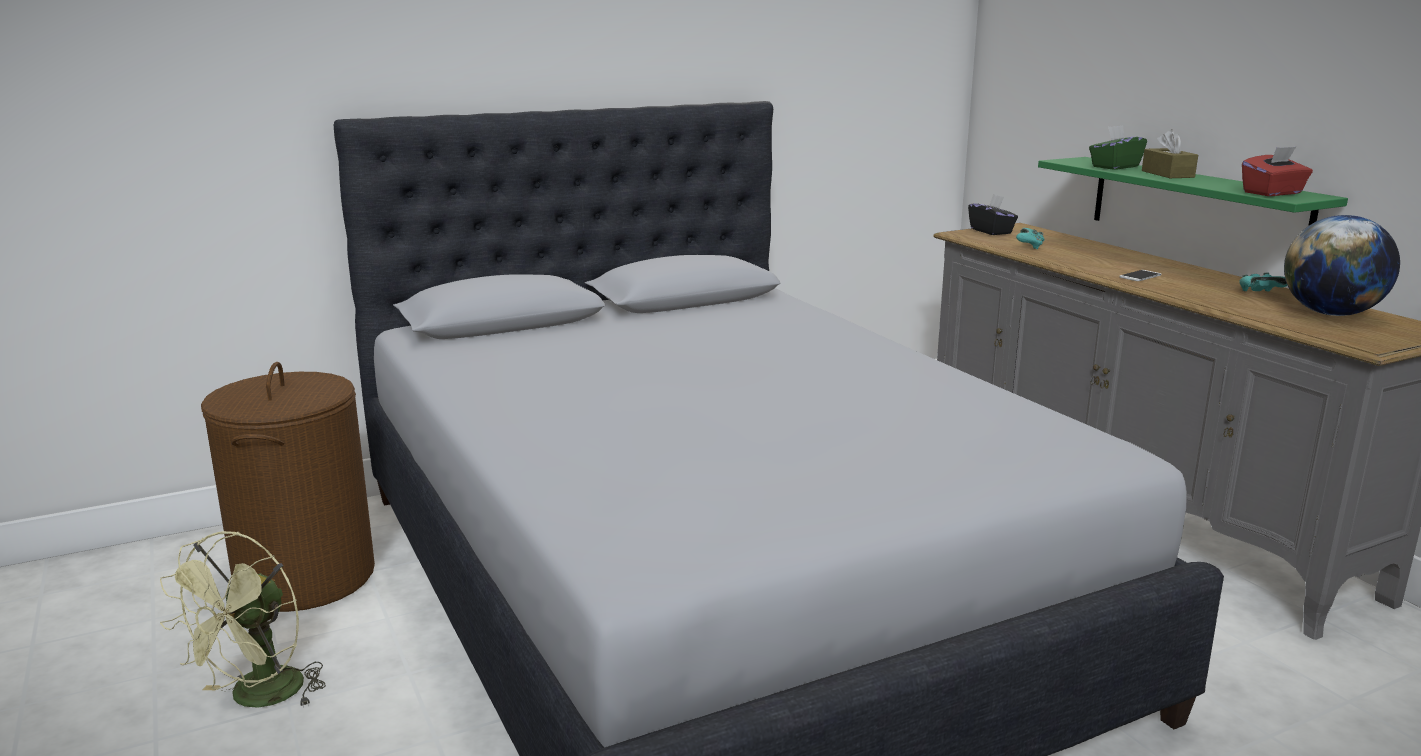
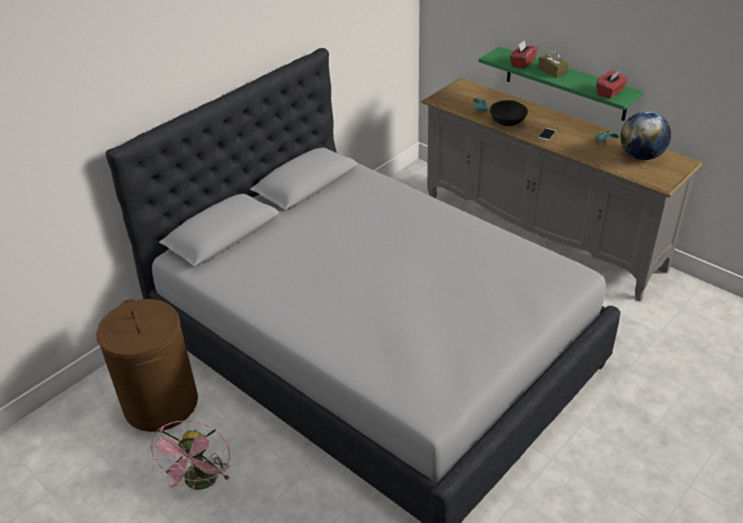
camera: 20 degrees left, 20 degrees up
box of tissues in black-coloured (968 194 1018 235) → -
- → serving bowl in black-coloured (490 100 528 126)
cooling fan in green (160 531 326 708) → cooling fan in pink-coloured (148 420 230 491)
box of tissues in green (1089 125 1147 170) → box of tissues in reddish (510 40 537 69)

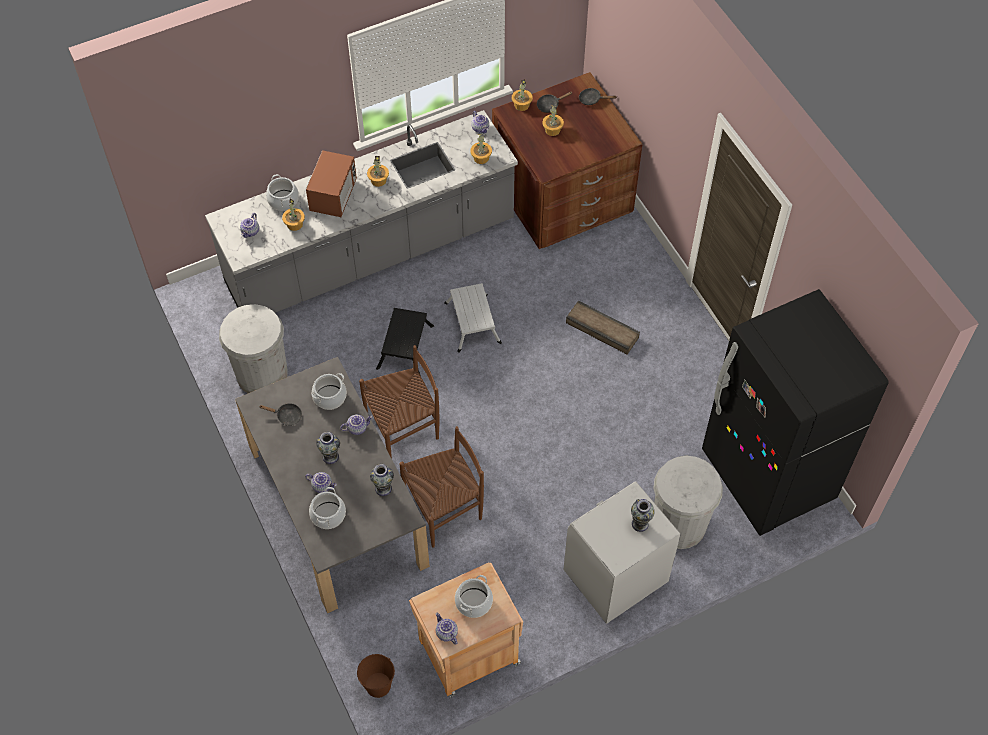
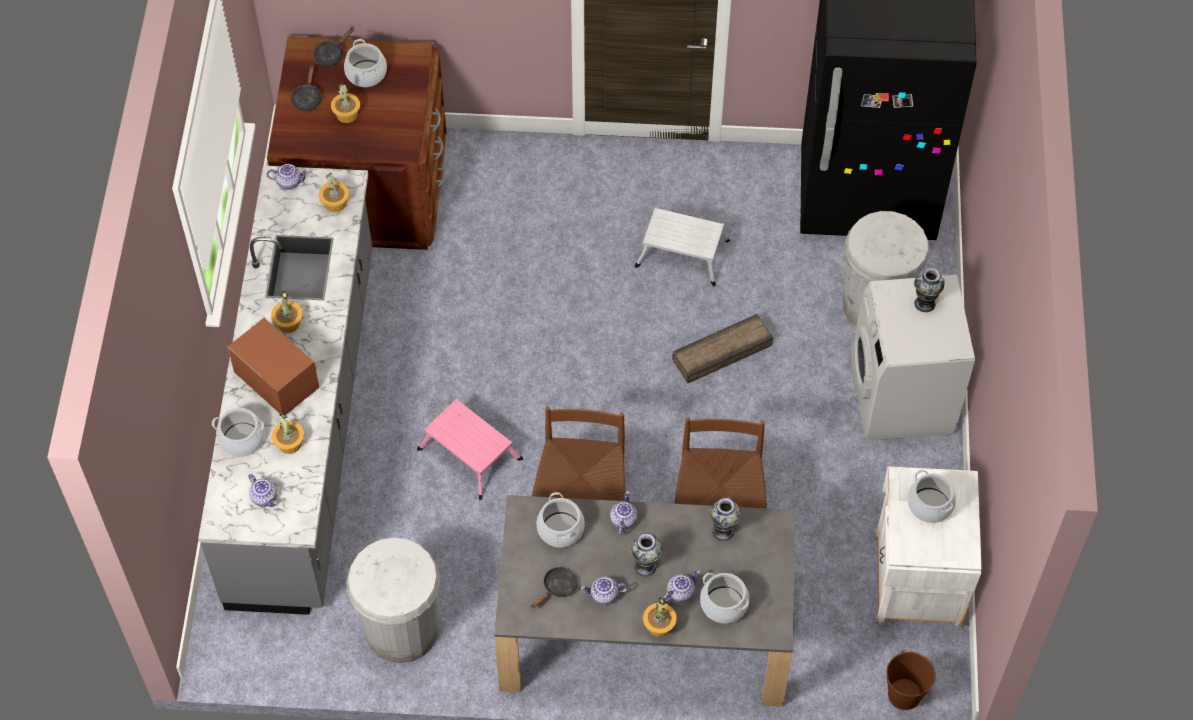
camera: 60 degrees left, 0 degrees up
- → stockpot (344 39 387 87)
tea pot (436 613 458 645) → tea pot (581 576 628 605), moved
step ladder in white (445 283 502 352) → step ladder in white (635 207 730 287), moved
plant in a pot (512 79 533 111) → plant in a pot (643 597 677 637), moved
packing crate (566 301 640 354) → packing crate (672 314 773 383), moved
step ladder in black-coloured (376 308 434 376) → step ladder in pink-coloured (417 399 523 500)
wheeled cart in brown (409 562 523 698) → wheeled cart in white (875 466 982 629)

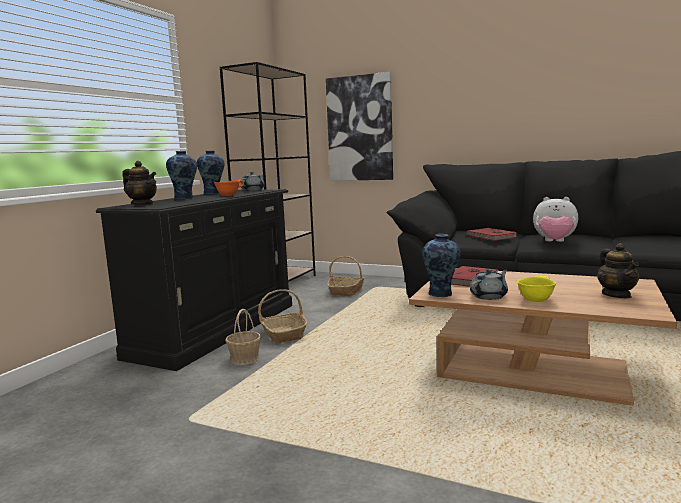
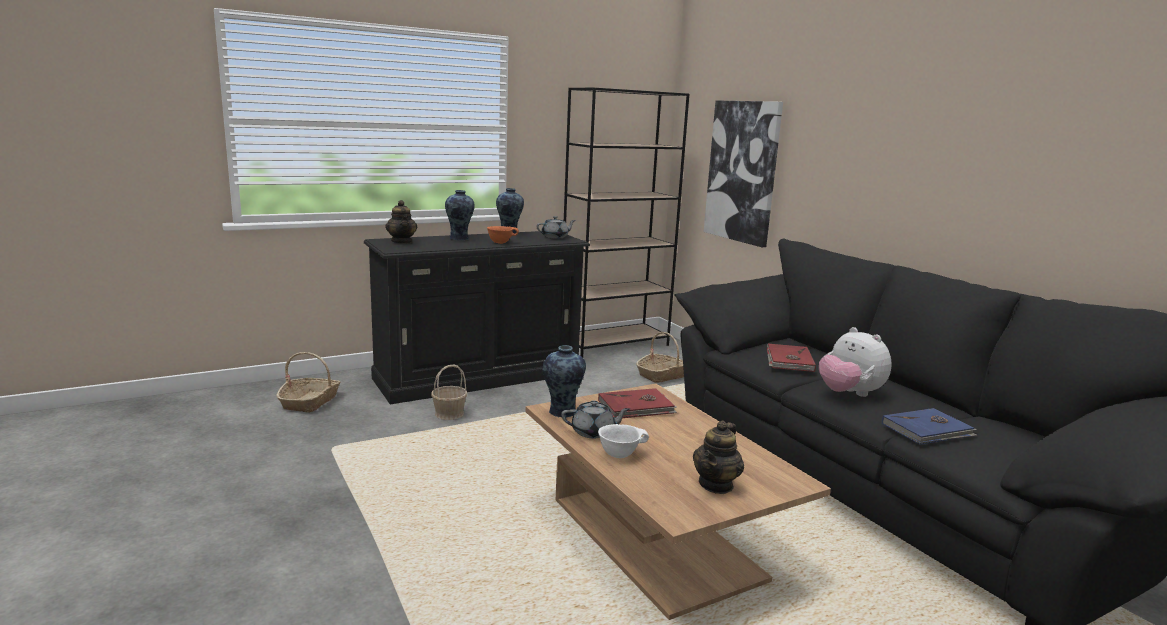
camera: 35 degrees right, 5 degrees up
- → book in blue-coloured (882 408 977 445)
storage basket (258 289 307 343) → storage basket (276 352 340 413), moved
serving bowl in yellow-coloured (517 276 556 302) → serving bowl in white (598 424 649 458)

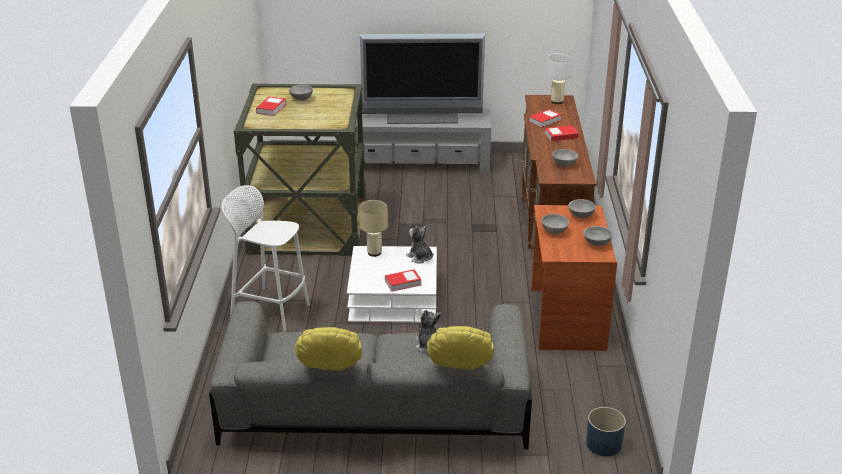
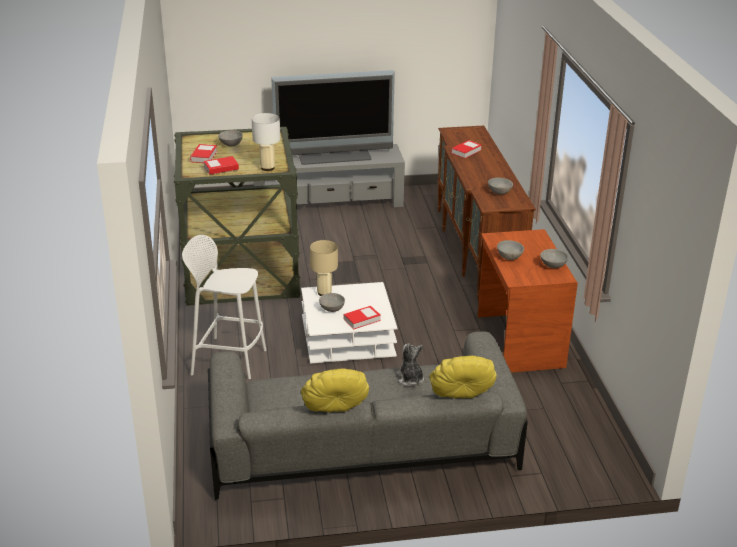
camera: 10 degrees left, 0 degrees up
plush toy (406 226 433 264) → -
flower pot in blue-coloured (586 407 626 457) → -
book (545 125 579 141) → book (204 156 239 175), moved
tabletop lamp in white (547 53 573 104) → tabletop lamp in white (252 113 280 171), moved
serving bowl in greyish (568 199 596 218) → serving bowl in greyish (319 293 345 312), moved

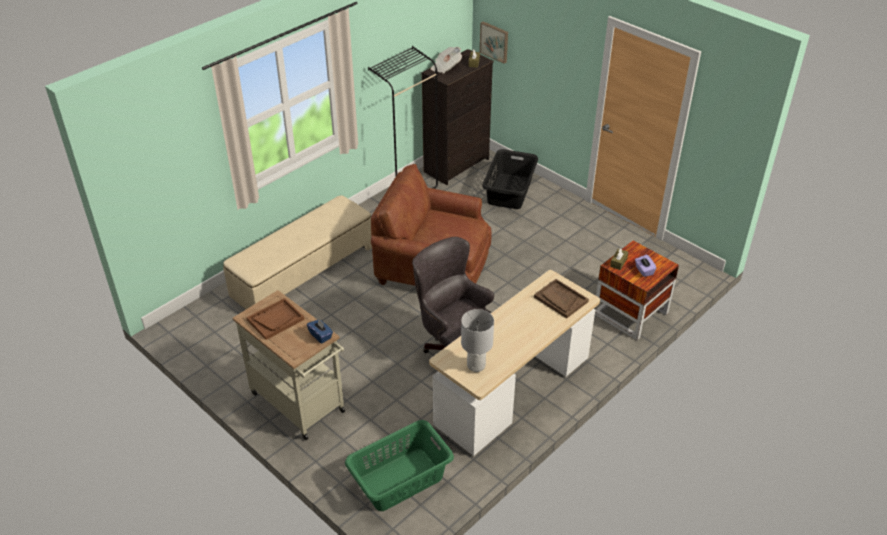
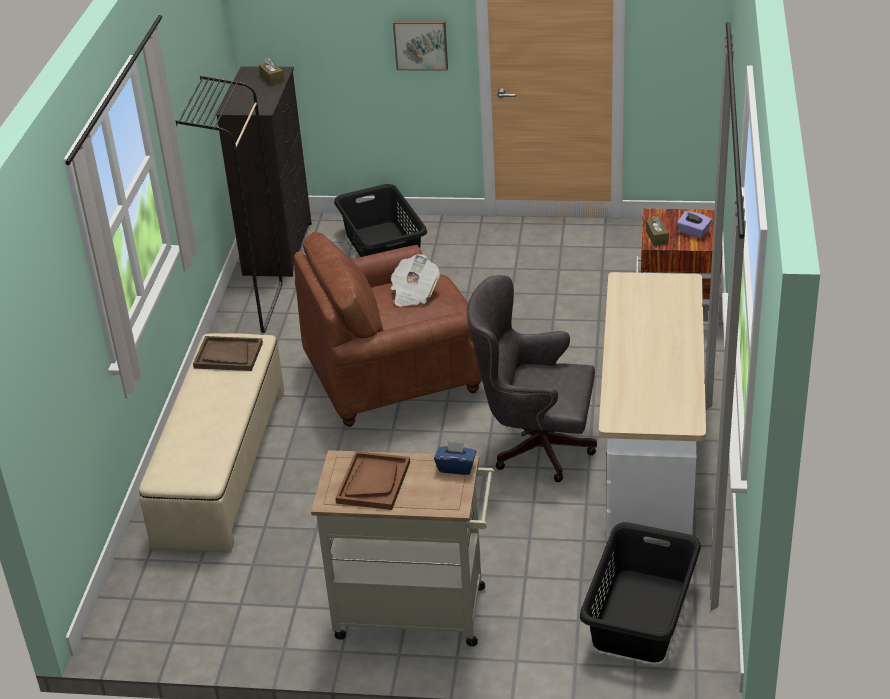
camera: 35 degrees left, 5 degrees down
tabletop lamp in greyish (461 309 494 372) → -
printed paper (431 47 462 73) → printed paper (391 254 440 307), moved
wall art (480 21 508 64) → wall art (393 20 448 71), moved
serving tray in brown (534 279 589 319) → serving tray in brown (193 336 263 371), moved
hamper in green (345 420 454 511) → hamper in black-coloured (580 522 701 663)

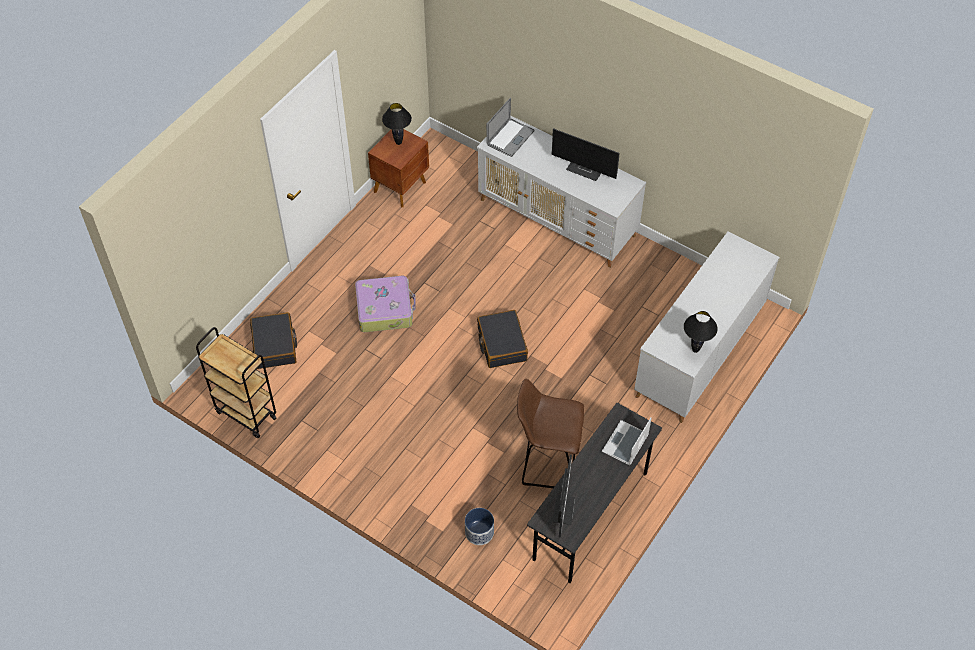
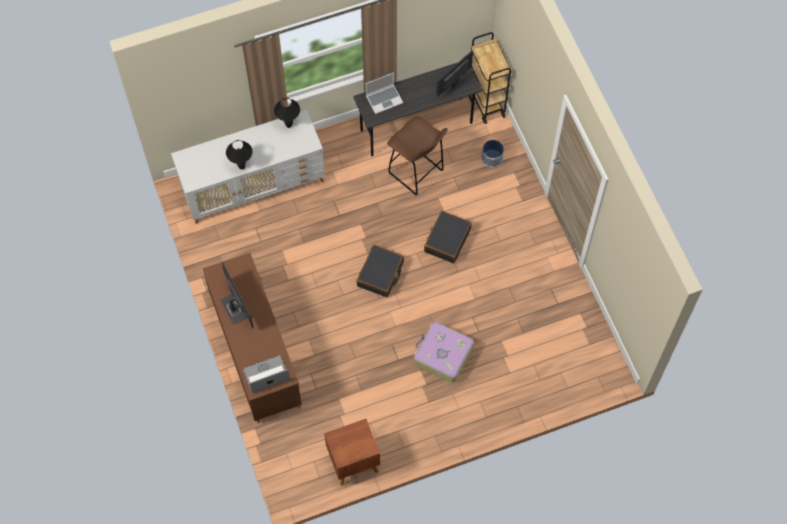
camera: 145 degrees left, 10 degrees up
wheeled cart in brown (196 327 277 438) → wheeled cart in brown (471 32 512 124), moved
piece of luggage in black-coloured (250 312 297 369) → piece of luggage in black-coloured (424 211 472 264), moved
tabletop lamp in black-coloured (382 103 412 145) → tabletop lamp in black-coloured (226 140 252 170), moved
drawer chest in white (477 116 646 268) → drawer chest in brown (202 253 302 423)

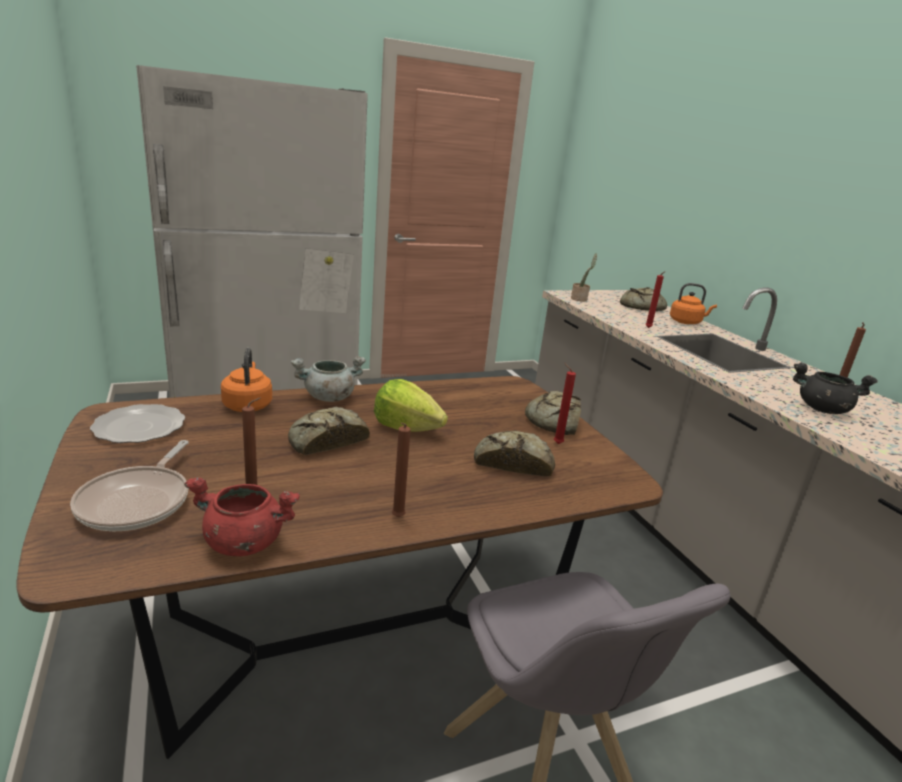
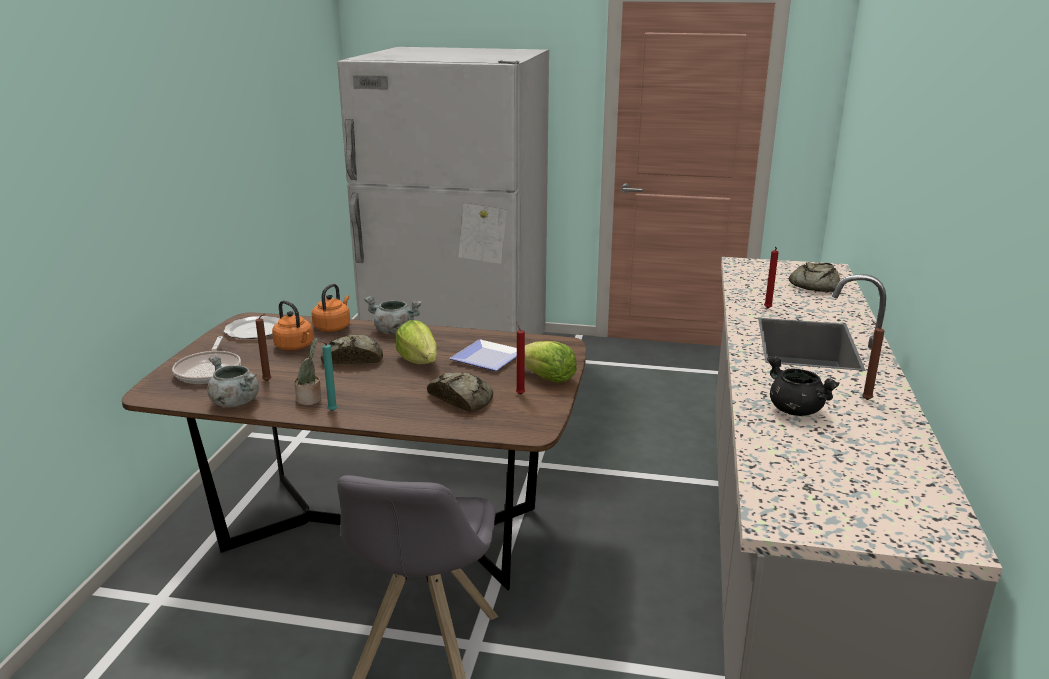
camera: 35 degrees right, 0 degrees up
- → plate (449 339 517 371)
plant in a pot (571 253 597 301) → plant in a pot (294 338 321 405), moved
kettle in orangey (670 283 717 324) → kettle in orangey (272 300 313 350), moved
bread (525 391 581 435) → lettuce head (525 341 577 383)
stockpot in reddish (184 478 300 556) → stockpot in greyish (207 356 259 407)
candle in brown (392 423 411 517) → candle in turquoise-coloured (319 341 337 411)
pan (70 440 189 531) → pan (172 336 241 384), 45 degrees counterclockwise

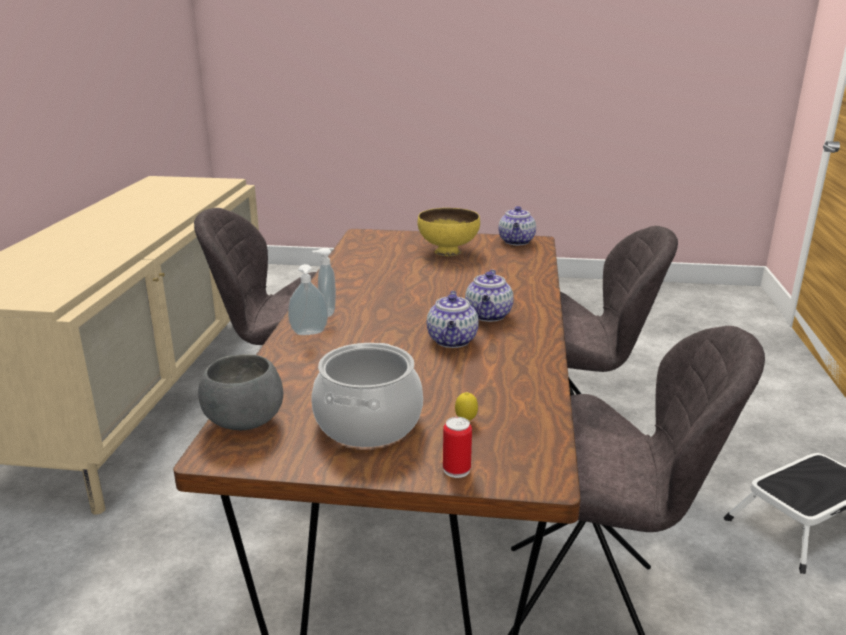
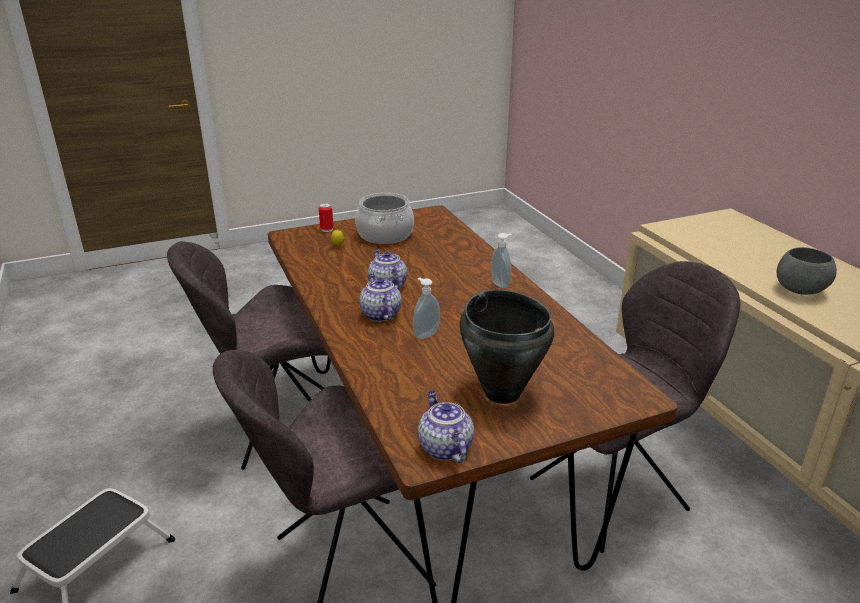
camera: 150 degrees right, 5 degrees up
serving bowl in greyish (198 354 283 430) → serving bowl in greyish (777 247 837 295), moved
soap dispenser (288 264 328 335) → soap dispenser (413 277 440 339), moved
serving bowl in yellow-coloured (418 208 480 256) → stockpot in black-coloured (460 290 554 404)

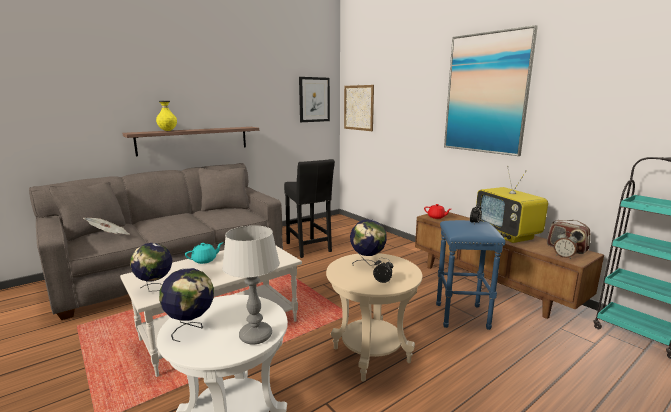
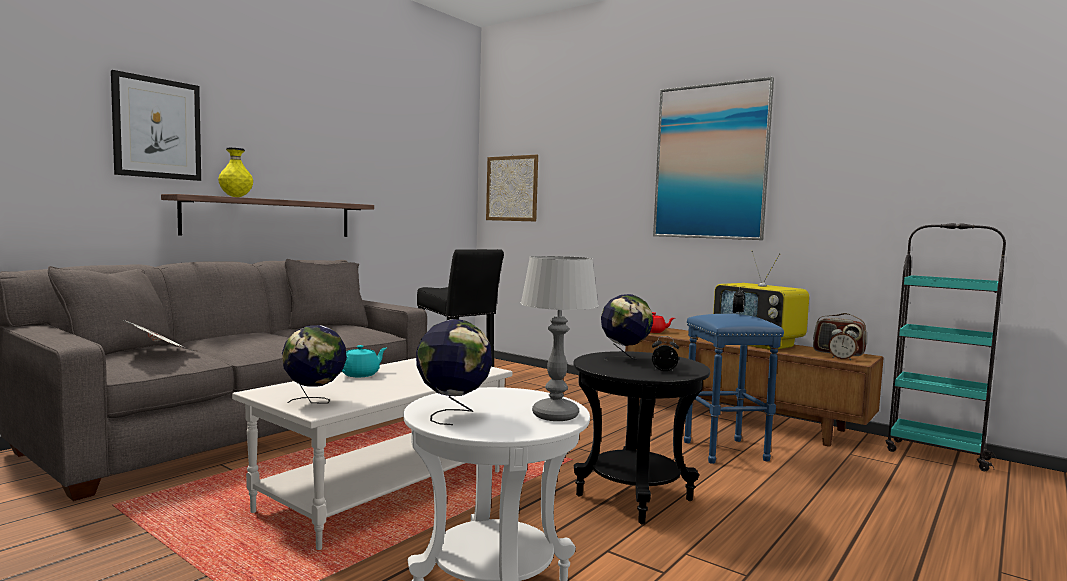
camera: 15 degrees left, 10 degrees down
wall art (299 77 330 122) → wall art (111 70 201 181), moved
end table in beige-coloured (326 253 422 382) → end table in black-coloured (573 351 710 524)

